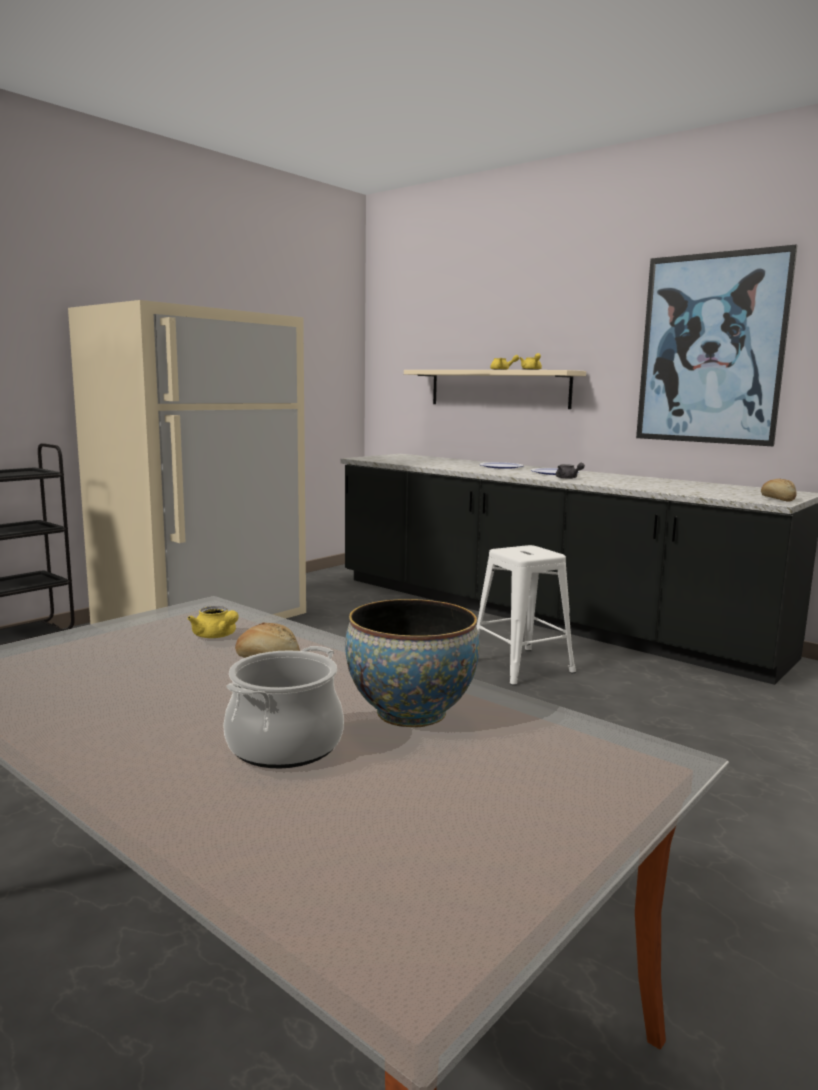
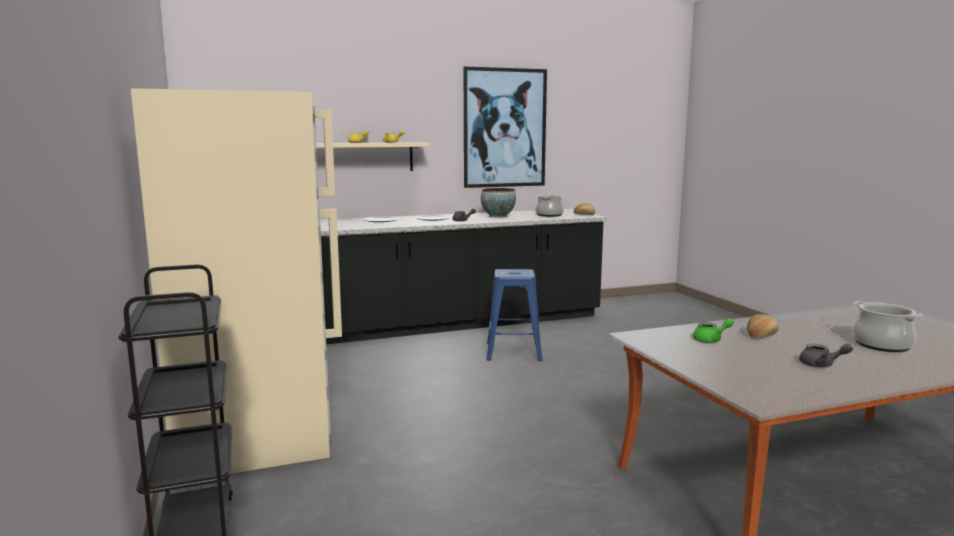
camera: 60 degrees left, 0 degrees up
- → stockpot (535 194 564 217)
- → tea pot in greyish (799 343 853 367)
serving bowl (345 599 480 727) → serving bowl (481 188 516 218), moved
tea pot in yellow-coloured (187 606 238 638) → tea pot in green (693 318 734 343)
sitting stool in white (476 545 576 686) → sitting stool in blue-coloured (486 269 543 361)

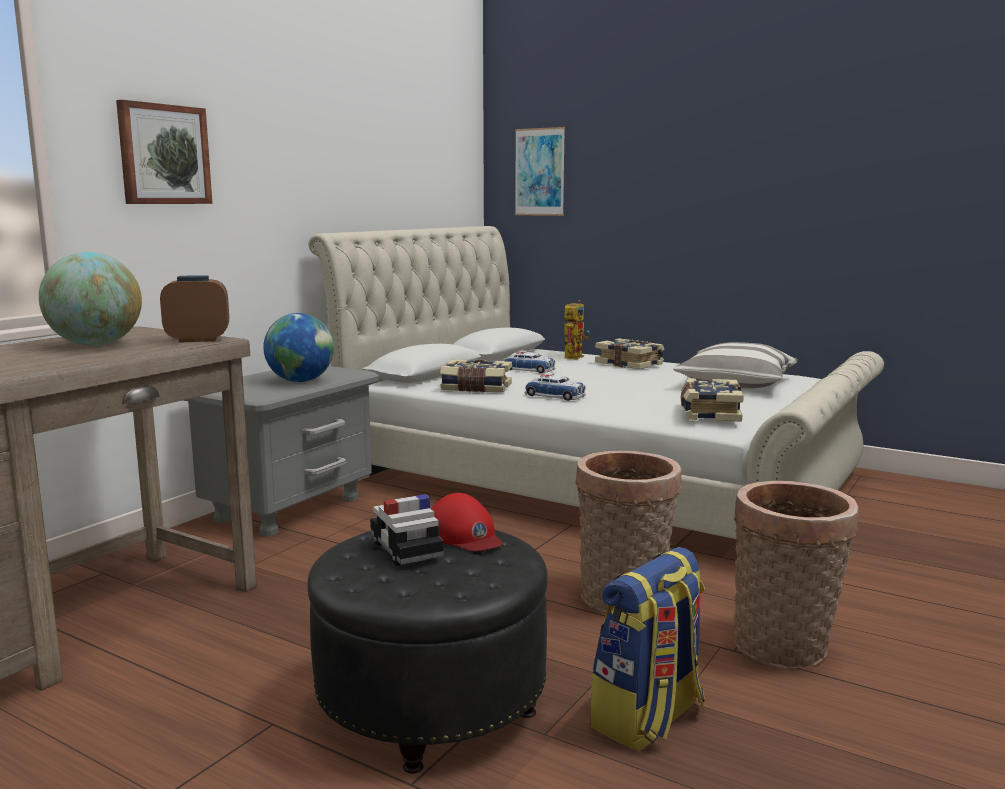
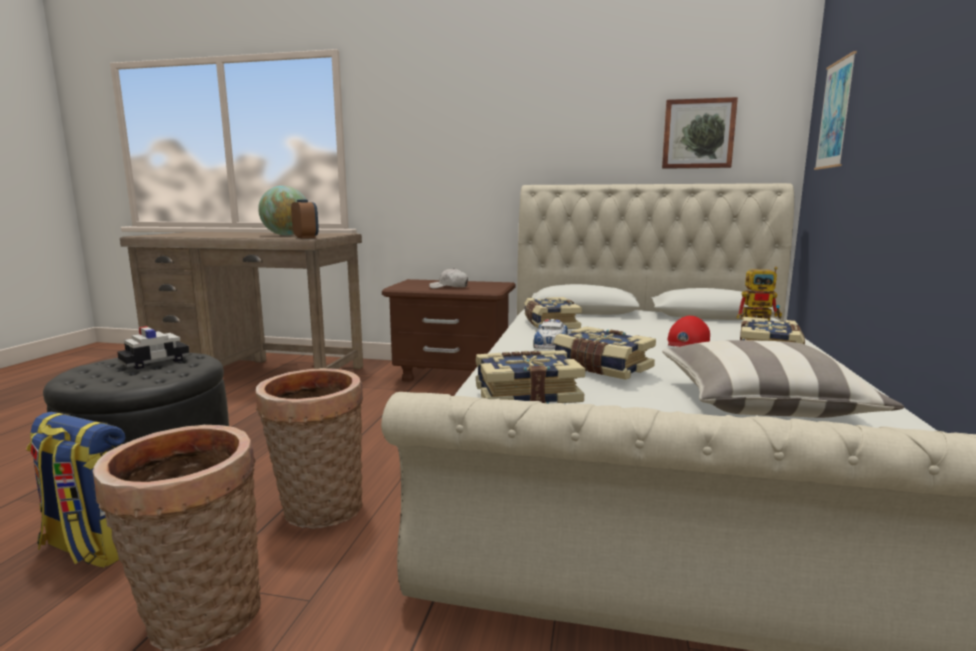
camera: 70 degrees right, 0 degrees up
model car (505 351 555 373) → -
- → book (553 326 656 380)
wall art (116 100 212 204) → wall art (662 97 738 169), moved
cap in reddish (431 493 503 551) → cap in reddish (667 316 710 347), moved
desk globe (263 313 334 382) → cap in white (429 268 468 289)
nightstand in greyish (183 366 379 536) → nightstand in brown (382 279 516 382)

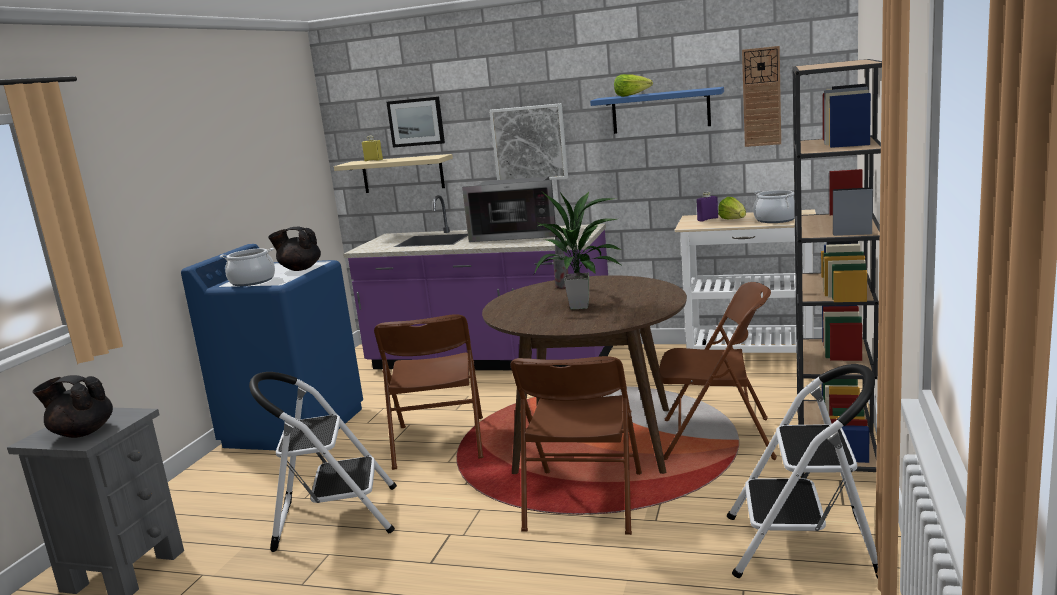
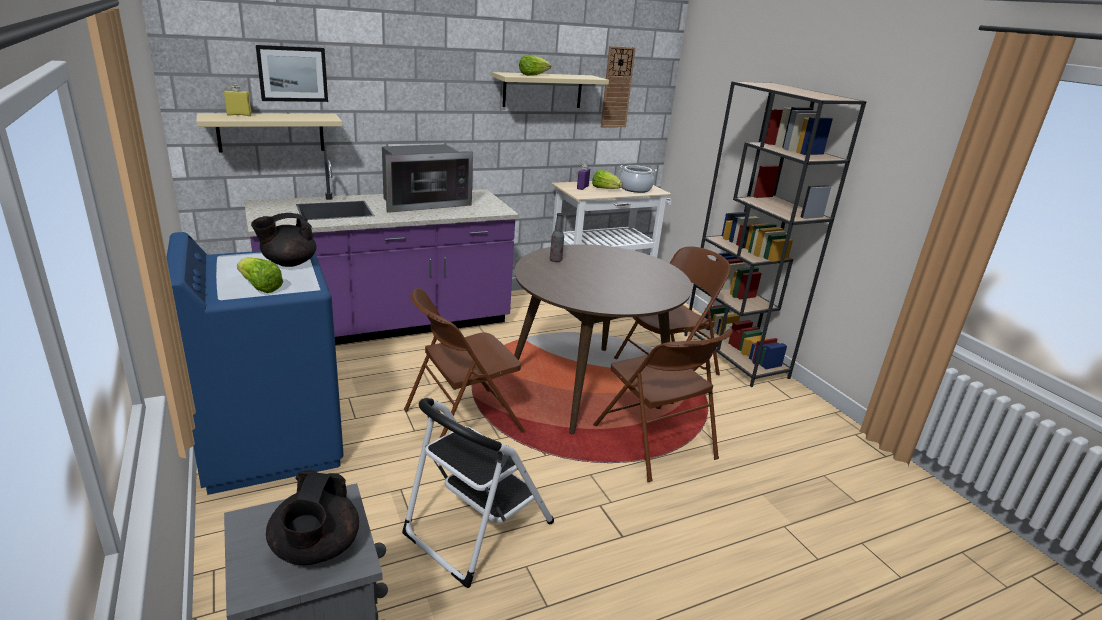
camera: 45 degrees left, 10 degrees up
wall art (489 103 568 180) → -
plant in a pot (534 192 621 310) → -
step ladder (727 364 878 578) → -
stockpot (220 248 275 286) → lettuce head (237 257 283 293)
wall shelf in blue-coloured (590 87 724 134) → wall shelf in beige-coloured (492 72 609 108)
tea pot in black-coloured (33 375 113 438) → tea pot in black-coloured (266 470 359 565), 60 degrees counterclockwise
chair in brown (374 314 484 470) → chair in brown (404 288 525 438), 105 degrees clockwise

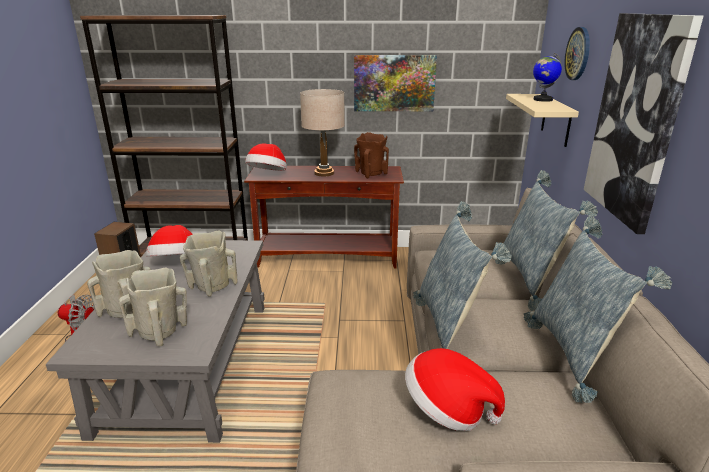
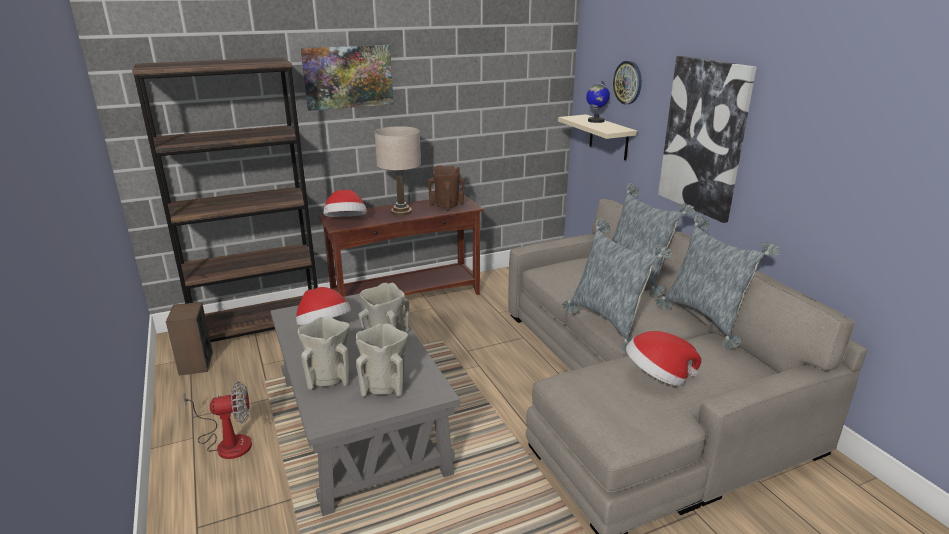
camera: 25 degrees left, 0 degrees up
wall art (354 55 437 111) → wall art (301 45 393 111), moved

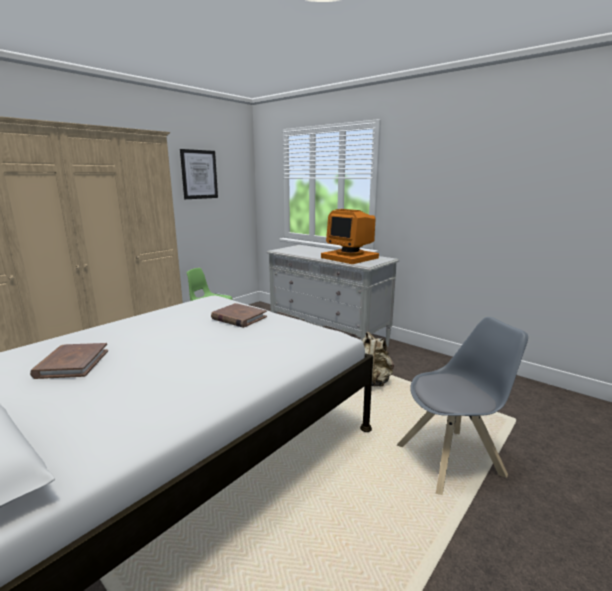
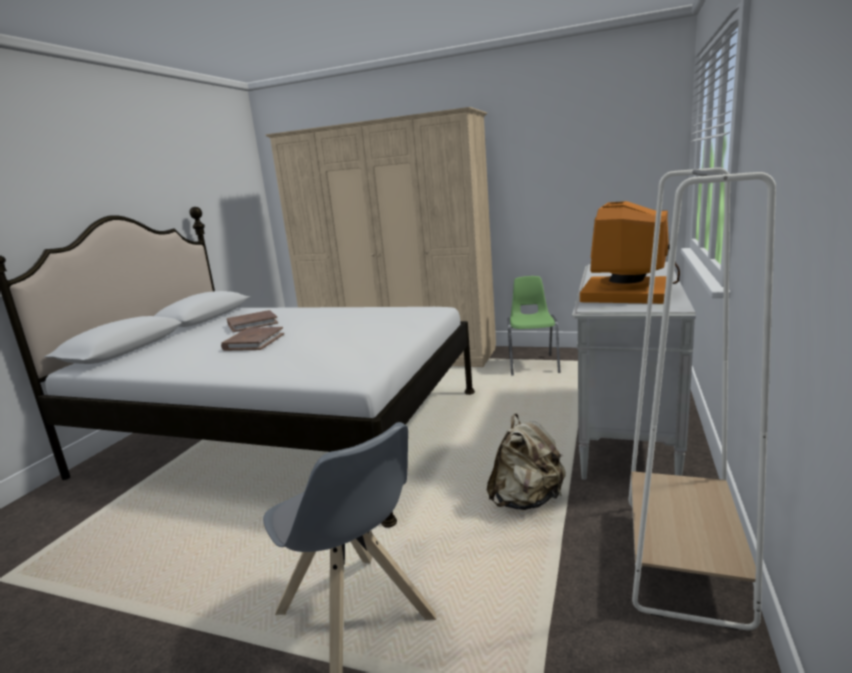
camera: 70 degrees right, 0 degrees up
wall art (180 149 218 199) → -
- → garment stand (629 167 776 630)
book in brown (211 303 267 328) → book in brown (221 327 284 351), moved

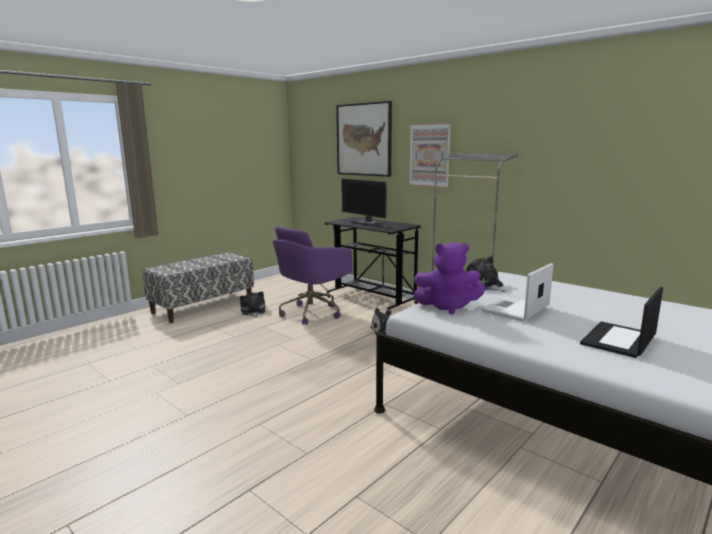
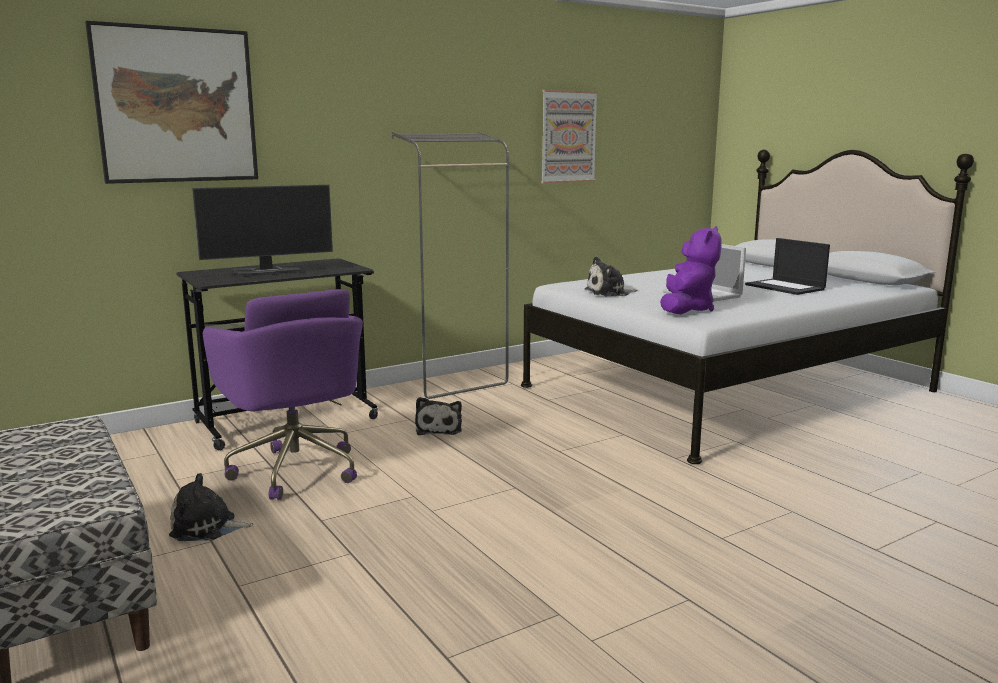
camera: 75 degrees left, 0 degrees up
wall art (409 122 451 188) → wall art (541 90 598 184), moved

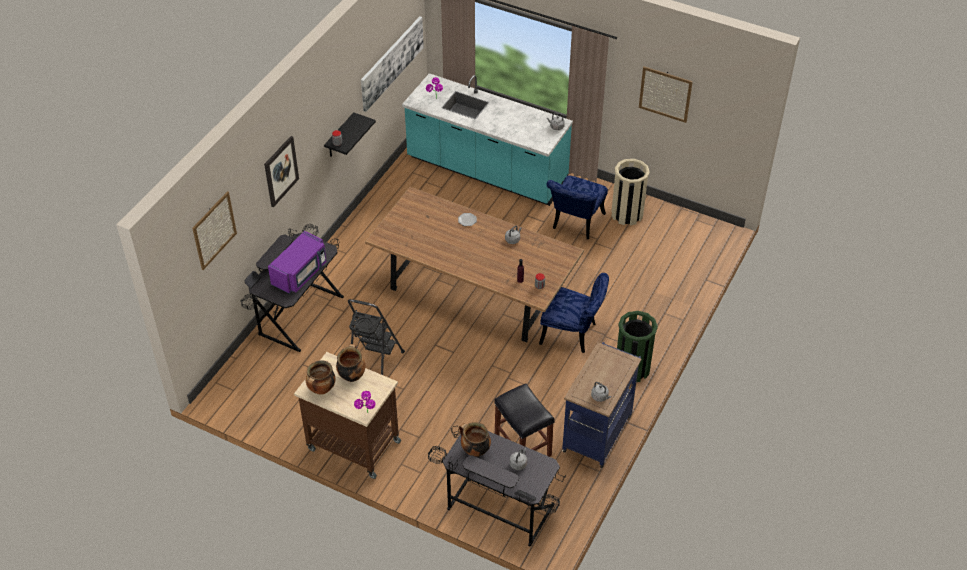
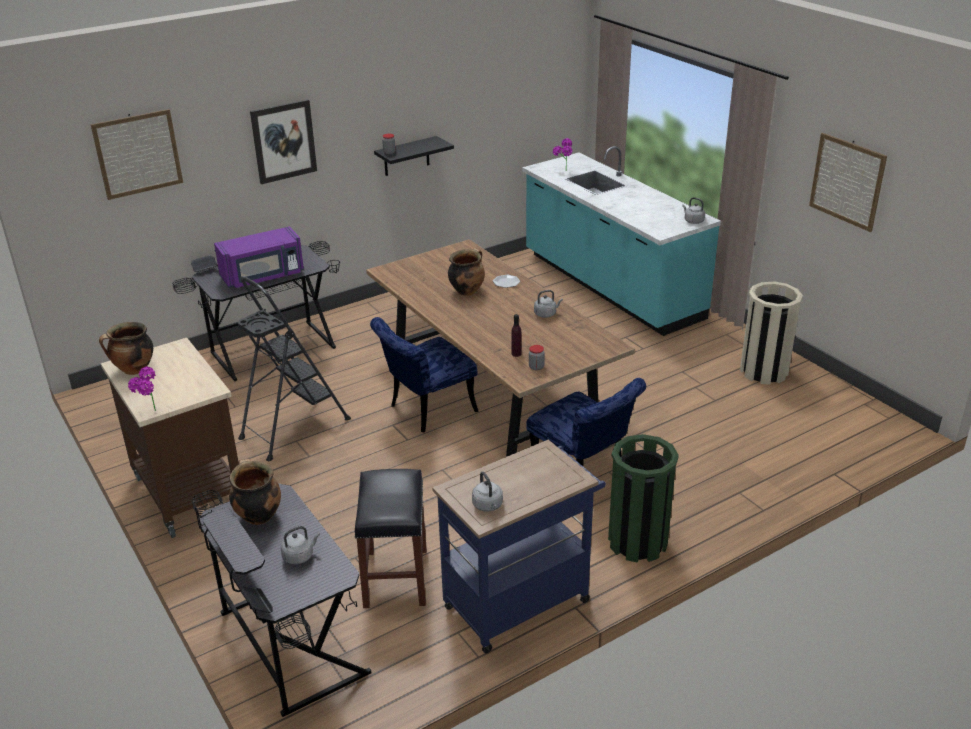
camera: 30 degrees right, 15 degrees down
wall art (361 16 424 112) → -
stockpot (336 344 366 382) → stockpot (448 248 485 296), moved
chair in blue-coloured (546 175 608 239) → chair in blue-coloured (370 317 479 433), moved

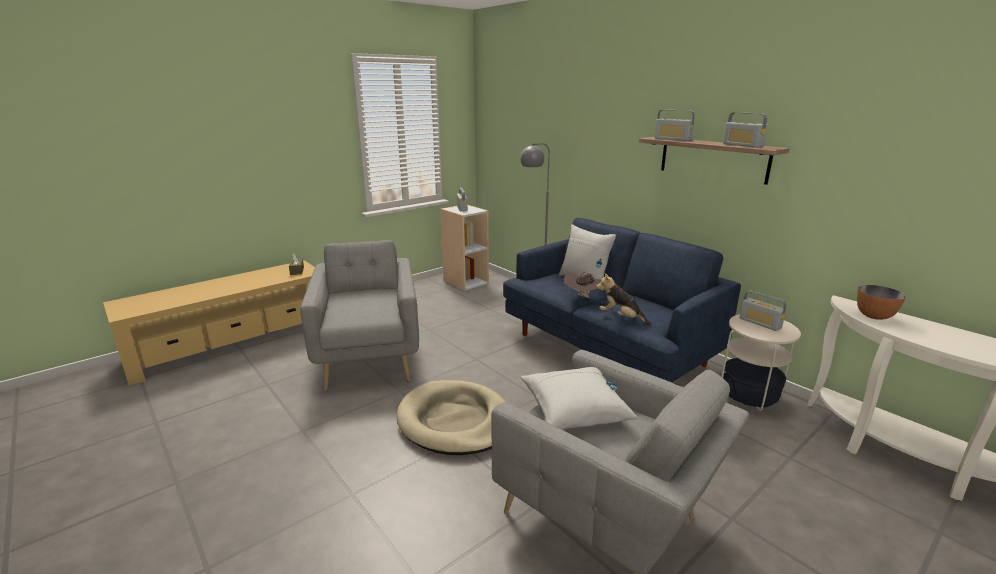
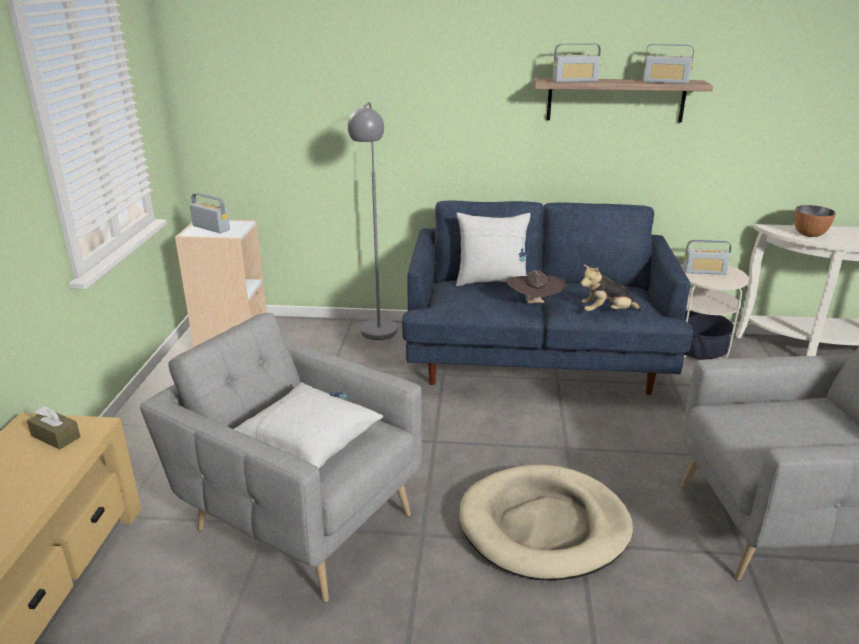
camera: 45 degrees left, 5 degrees up
pillow in greyish (521 367 638 430) → pillow in greyish (234 382 383 469), moved

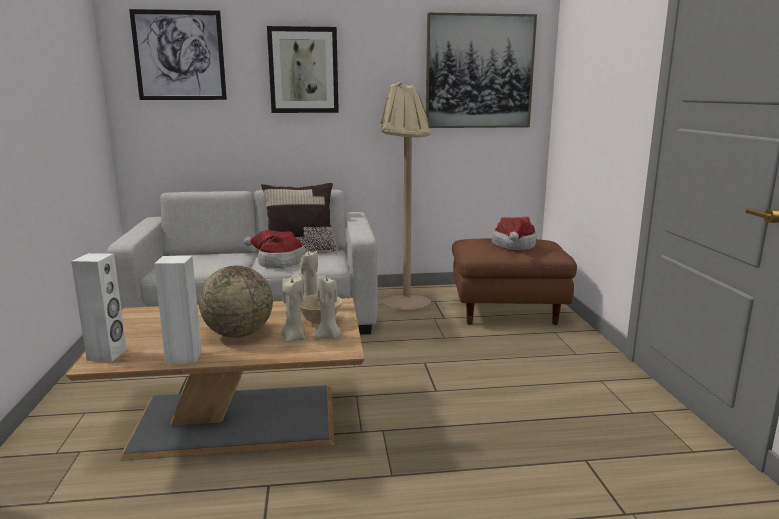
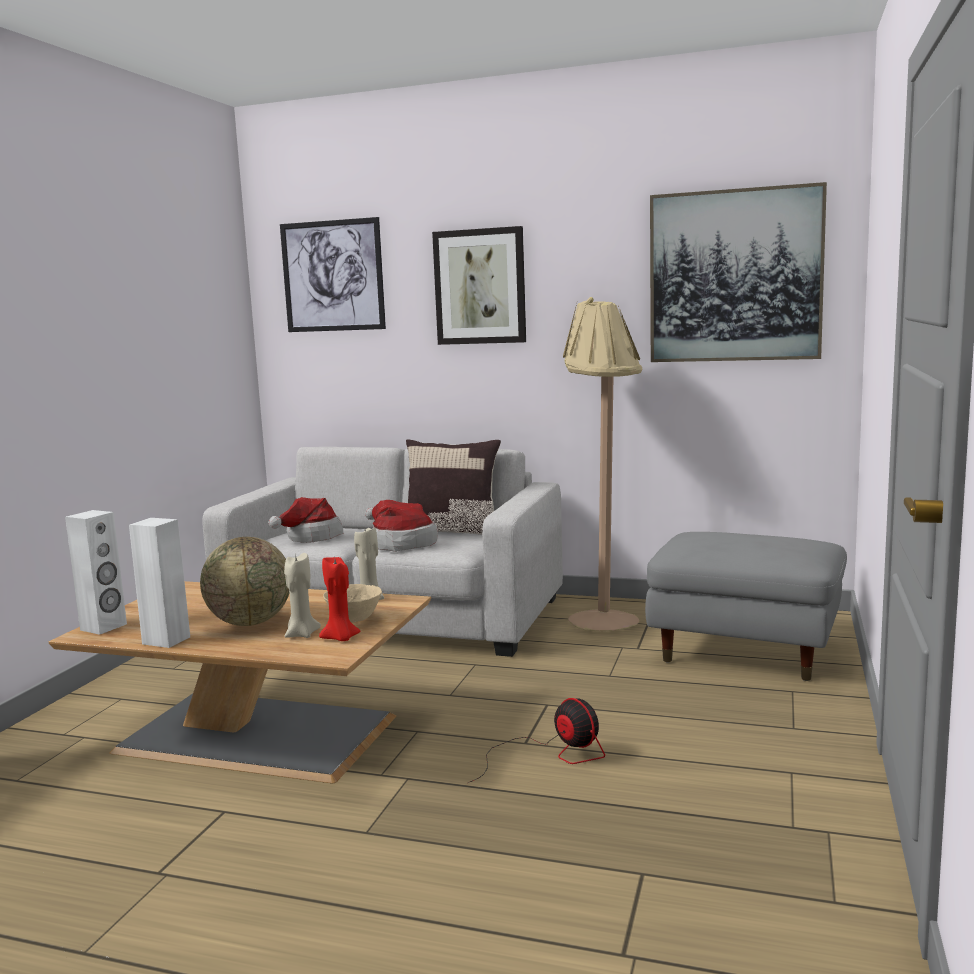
camera: 25 degrees right, 5 degrees down
- → cooling fan (468 698 605 783)
clothing hat (492 217 536 250) → clothing hat (268 497 343 543), moved
candle in beige-coloured (314 275 340 339) → candle in reddish (319 557 360 641)
footrest in brown (452 239 577 325) → footrest in greyish (645 532 847 681)

